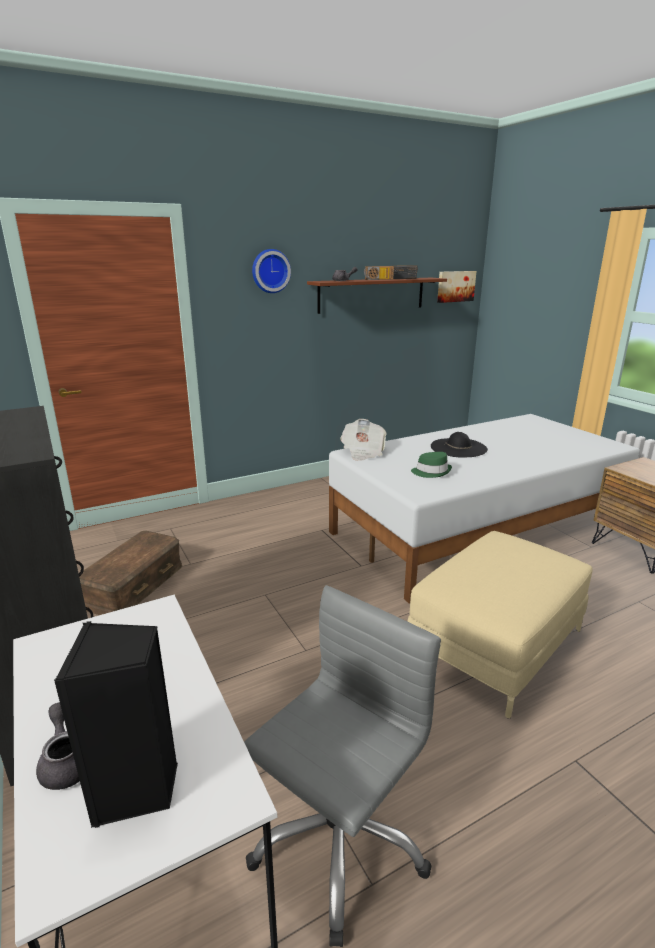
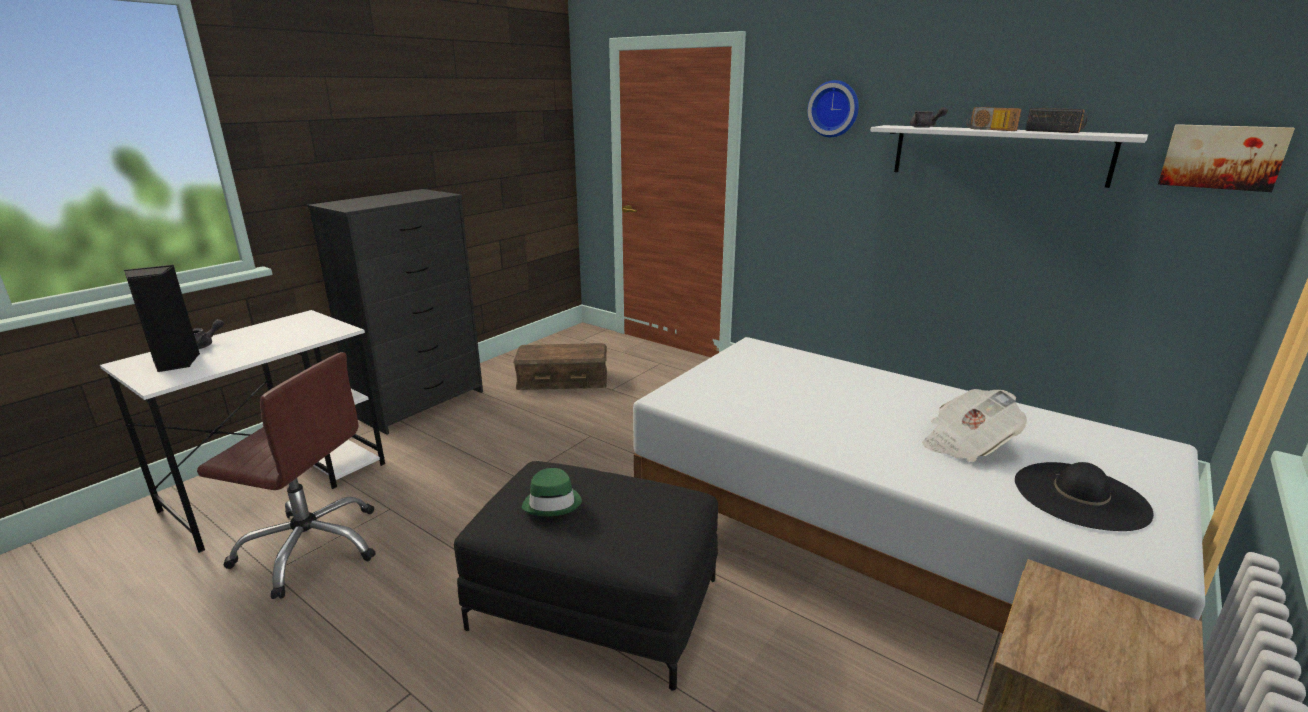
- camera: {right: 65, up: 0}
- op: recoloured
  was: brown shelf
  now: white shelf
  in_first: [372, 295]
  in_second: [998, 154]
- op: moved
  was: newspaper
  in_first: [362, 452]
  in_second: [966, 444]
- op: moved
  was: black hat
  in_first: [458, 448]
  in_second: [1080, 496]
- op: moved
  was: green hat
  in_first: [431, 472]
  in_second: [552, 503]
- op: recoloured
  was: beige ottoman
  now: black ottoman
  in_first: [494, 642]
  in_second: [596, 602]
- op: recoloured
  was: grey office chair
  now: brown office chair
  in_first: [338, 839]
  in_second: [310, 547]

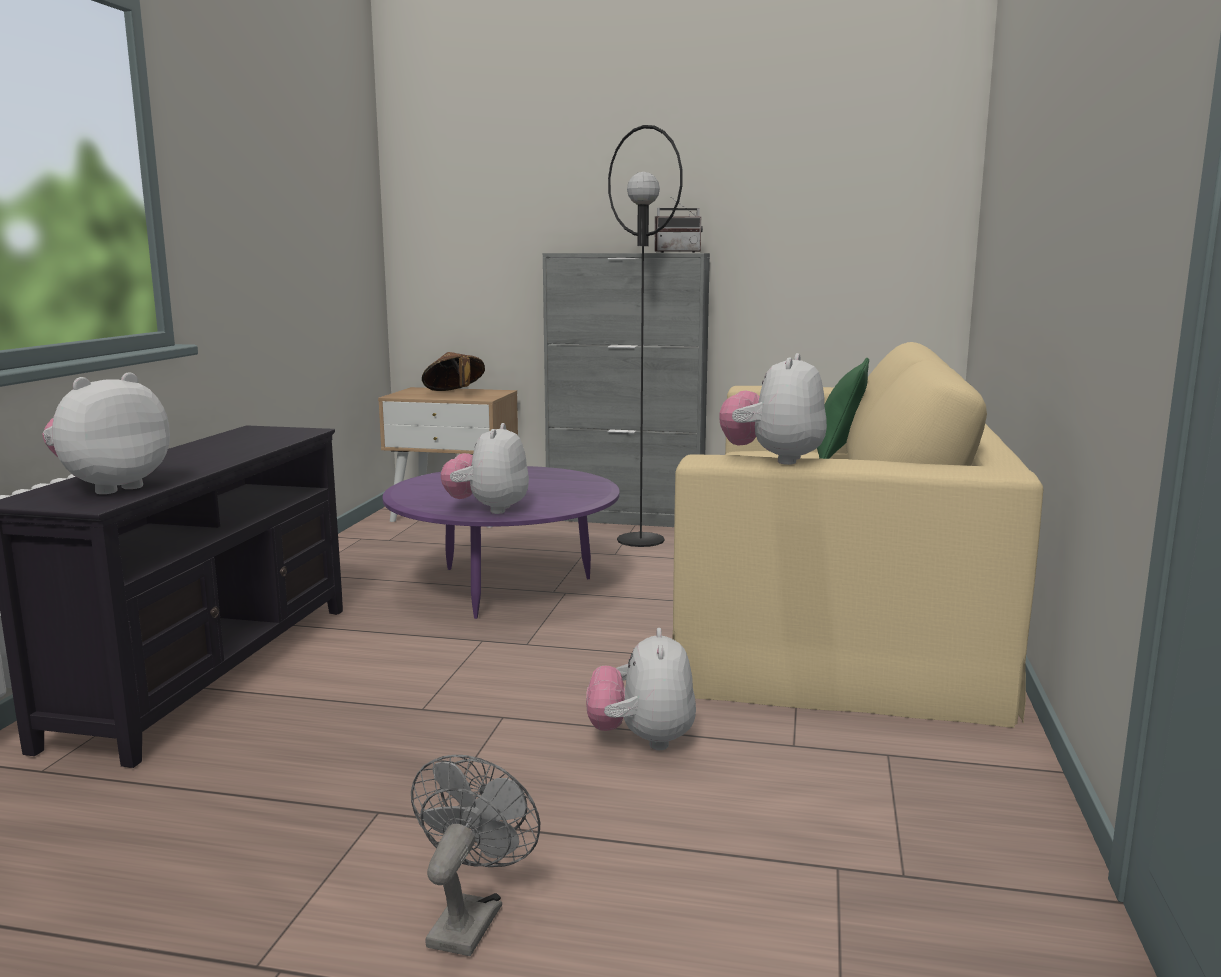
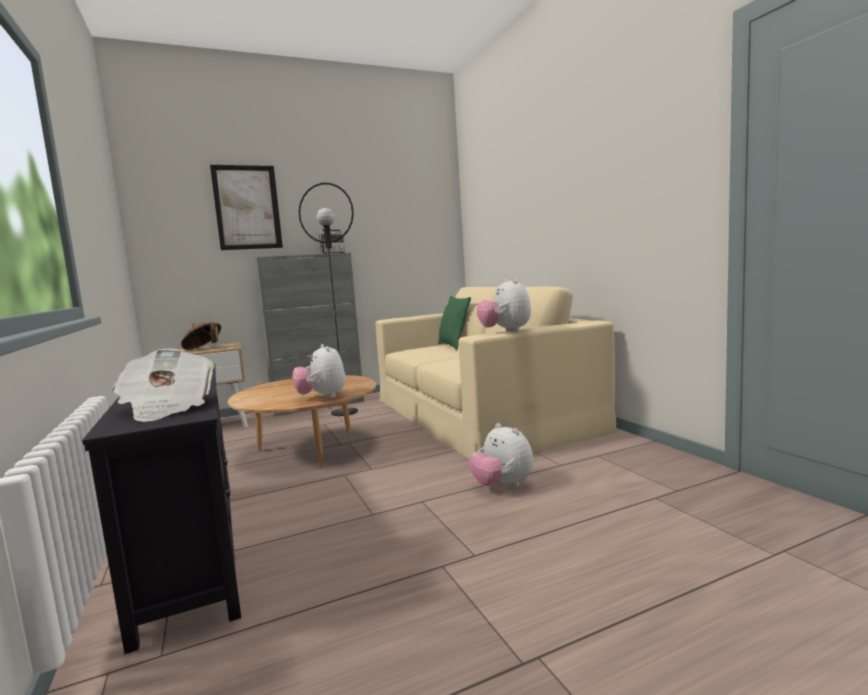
- camera: {right: -35, up: -5}
- op: replaced
  was: plush toy
  now: newspaper
  in_first: [111, 487]
  in_second: [167, 408]
- op: recoloured
  was: purple coffee table
  now: brown coffee table
  in_first: [505, 587]
  in_second: [310, 449]
- op: removed
  was: grey fan
  in_first: [469, 918]
- op: added
  now: picture
  in_second: [247, 207]

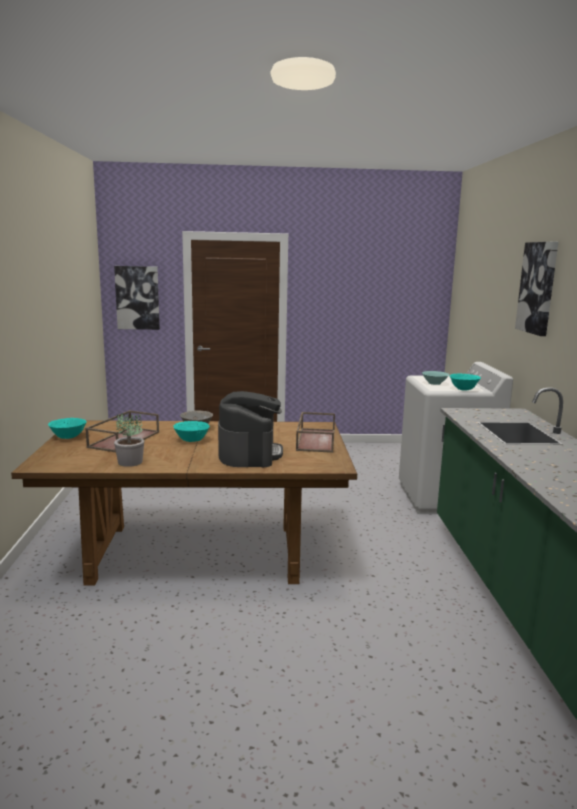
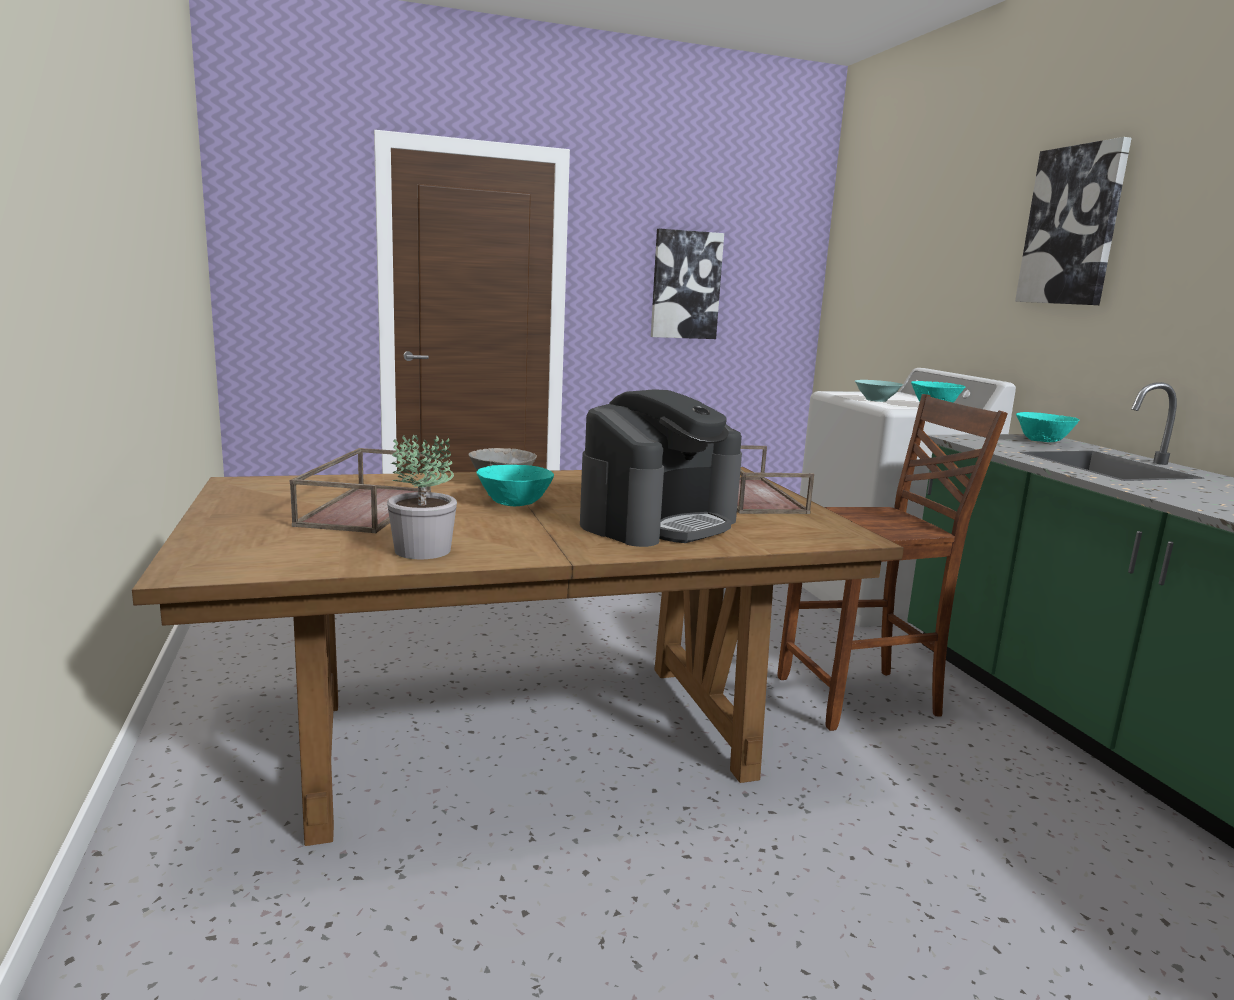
- camera: {right: -15, up: 0}
- op: moved
  was: picture
  in_first: [137, 297]
  in_second: [685, 285]
- op: turned
  was: coffee machine
  in_first: [249, 453]
  in_second: [659, 522]
  clockwise: 60
- op: moved
  was: turquoise bowl
  in_first: [68, 437]
  in_second: [1042, 441]
- op: added
  now: brown chair
  in_second: [862, 698]

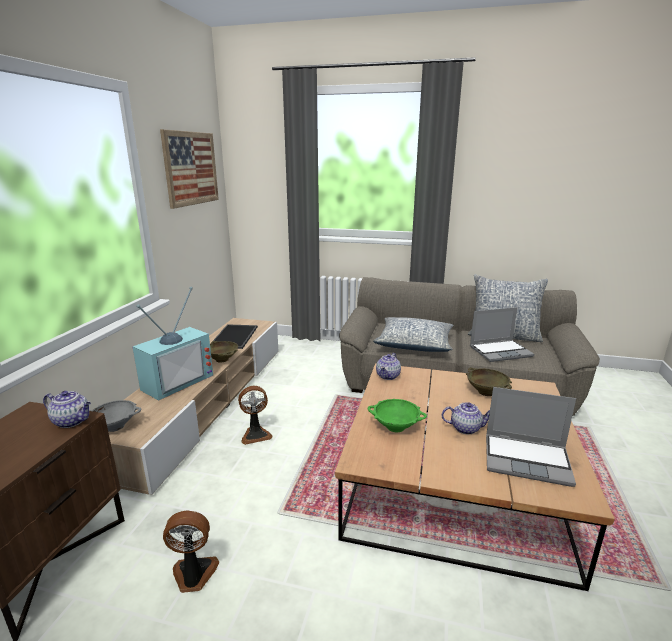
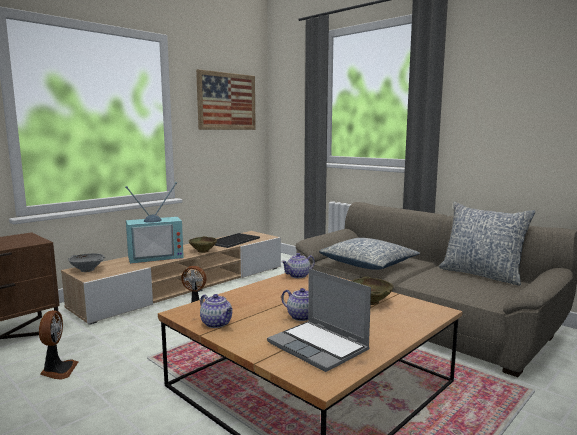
- camera: {right: 30, up: -10}
- op: removed
  was: laptop
  in_first: [500, 351]
- op: moved
  was: teapot
  in_first: [72, 421]
  in_second: [217, 324]
- op: removed
  was: green bowl
  in_first: [396, 427]
- op: turned
  was: fan
  in_first: [194, 575]
  in_second: [58, 370]
  clockwise: 60

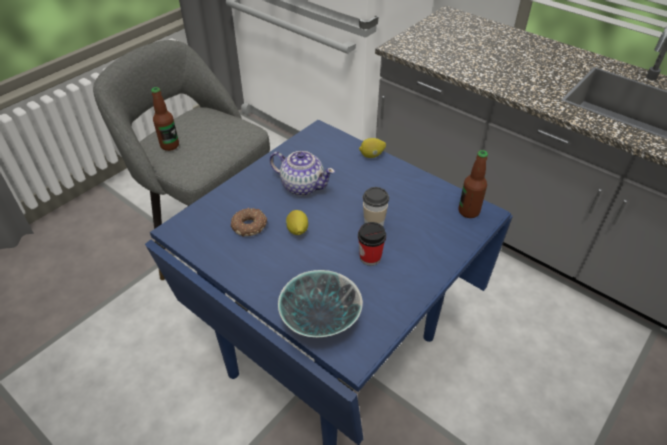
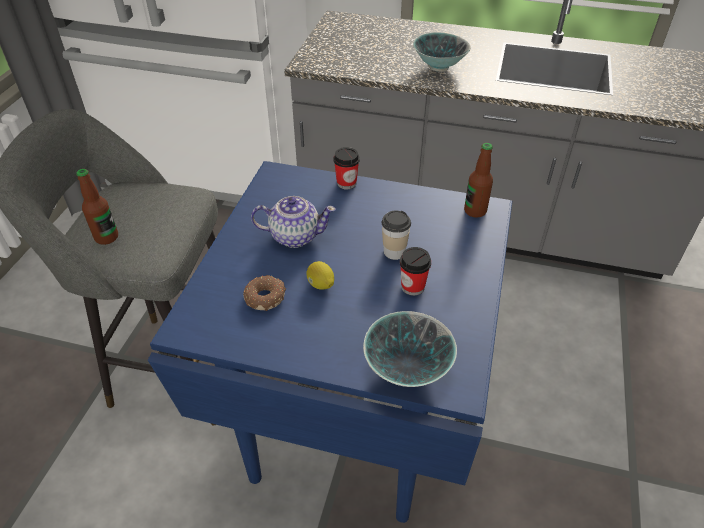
- camera: {right: -25, up: 0}
- op: replaced
  was: lemon
  now: cup
  in_first: [371, 155]
  in_second: [346, 183]
- op: added
  now: bowl
  in_second: [438, 67]

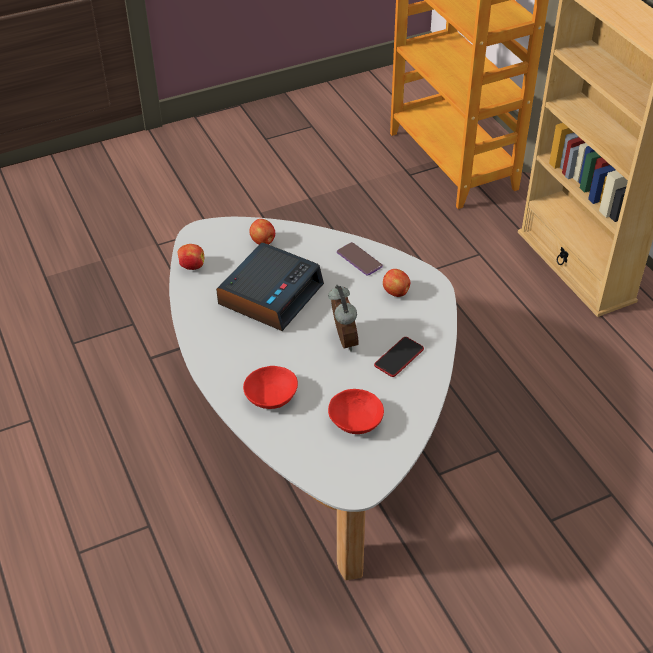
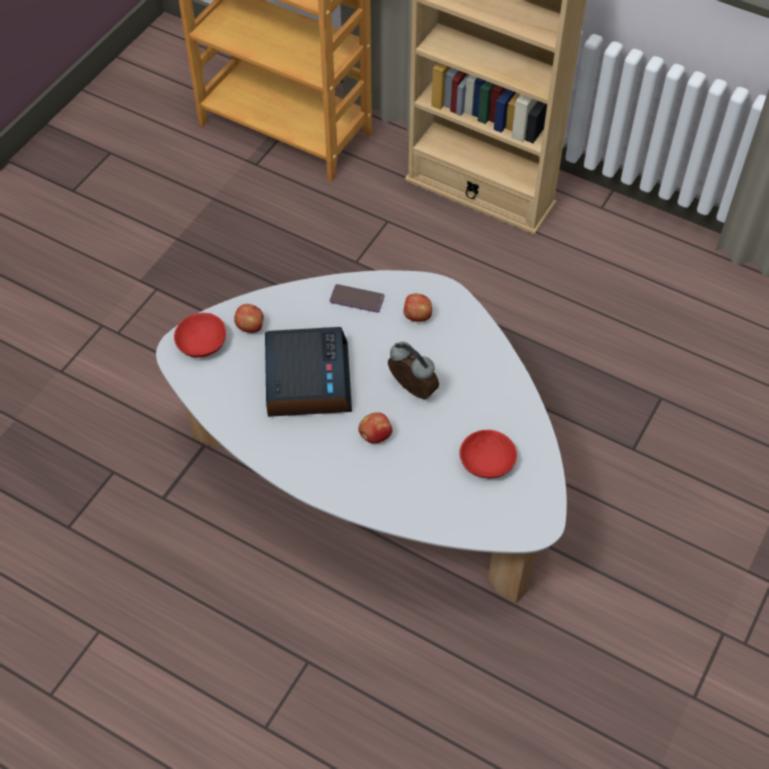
- camera: {right: -35, up: 10}
- op: moved
  was: apple
  in_first: [191, 266]
  in_second: [374, 436]
- op: removed
  was: phone
  in_first: [399, 357]
- op: moved
  was: red bowl
  in_first: [271, 395]
  in_second: [201, 342]

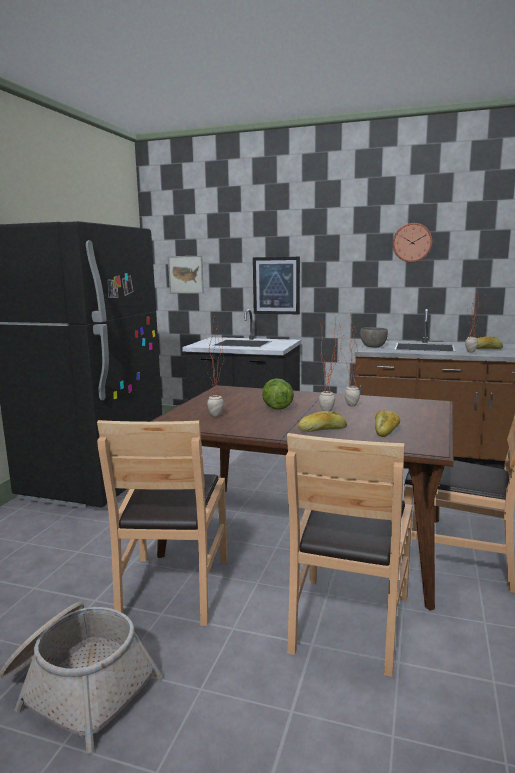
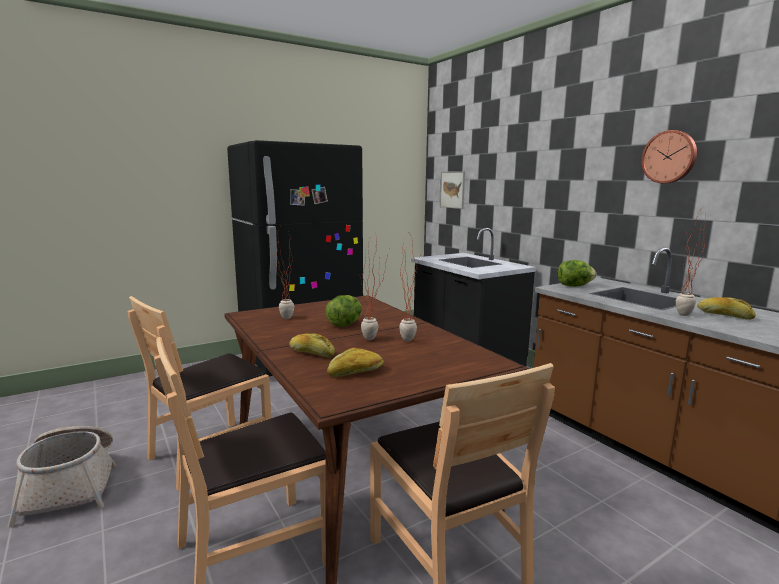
- camera: {right: 40, up: 0}
- op: removed
  was: picture
  in_first: [276, 285]
- op: replaced
  was: grey bowl
  now: lettuce
  in_first: [373, 347]
  in_second: [574, 286]

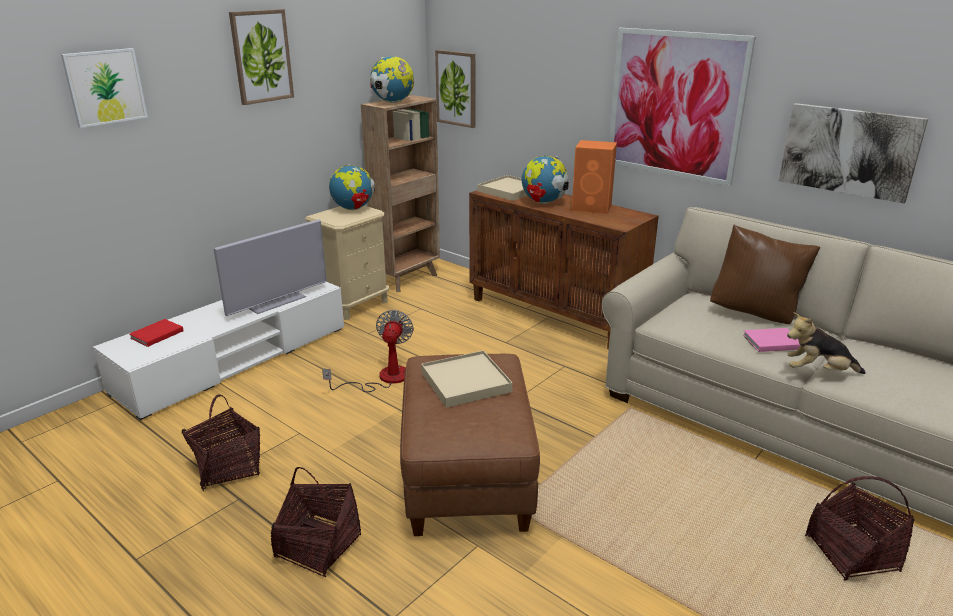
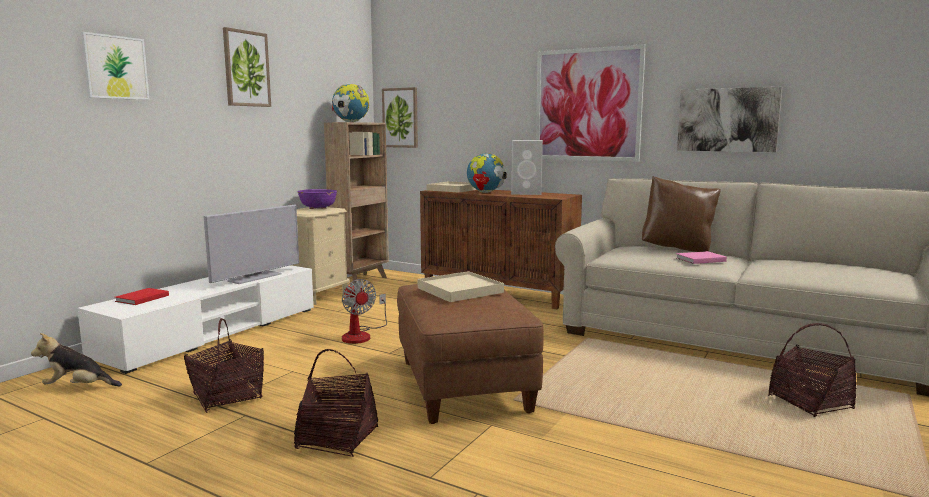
- camera: {right: -10, up: -15}
- op: recoloured
  was: orange speaker
  now: white speaker
  in_first: [592, 207]
  in_second: [527, 193]
- op: replaced
  was: globe
  now: purple bowl
  in_first: [353, 209]
  in_second: [318, 208]
- op: turned
  was: fan
  in_first: [383, 378]
  in_second: [361, 335]
  clockwise: 150
- op: moved
  was: plush toy
  in_first: [818, 371]
  in_second: [78, 387]

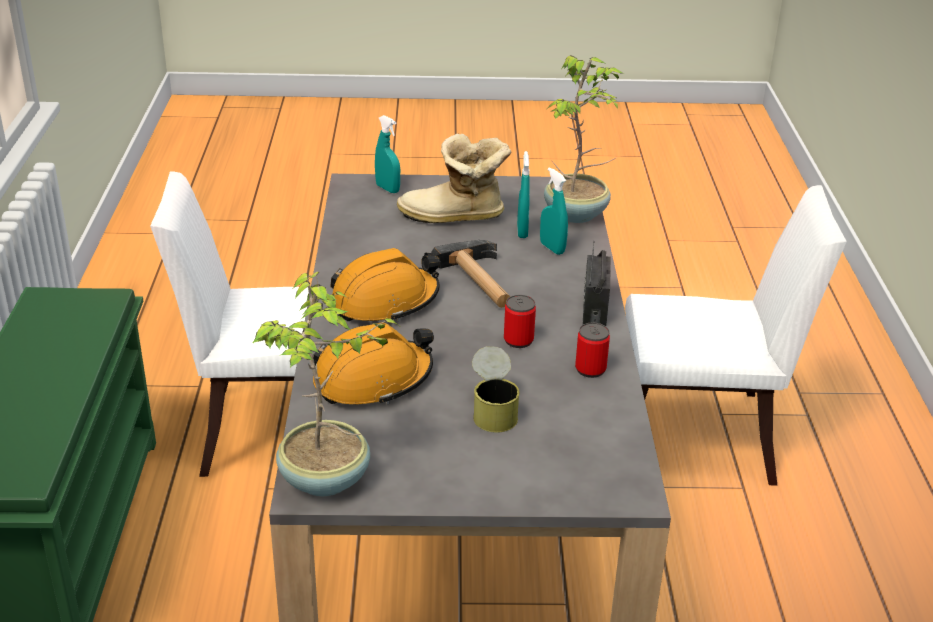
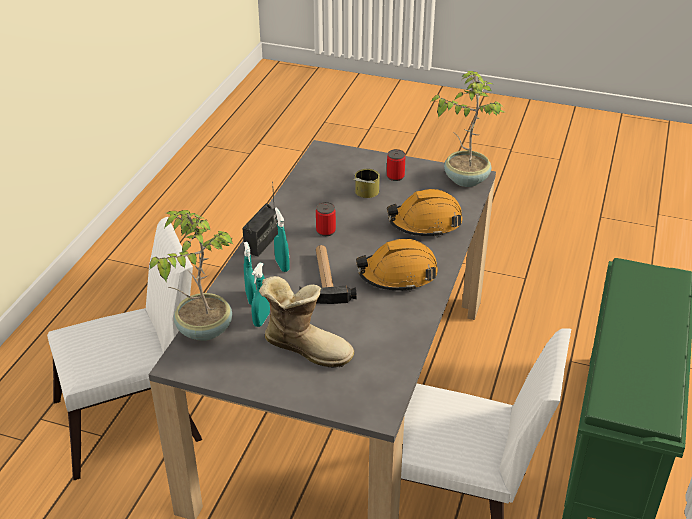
- camera: {right: -160, up: 5}
- op: moved
  was: turquoise spray bottle
  in_first: [387, 189]
  in_second: [282, 265]
- op: turned
  was: white chair
  in_first: [699, 438]
  in_second: [138, 418]
  clockwise: 135
- op: moved
  was: can
  in_first: [590, 369]
  in_second: [395, 176]

